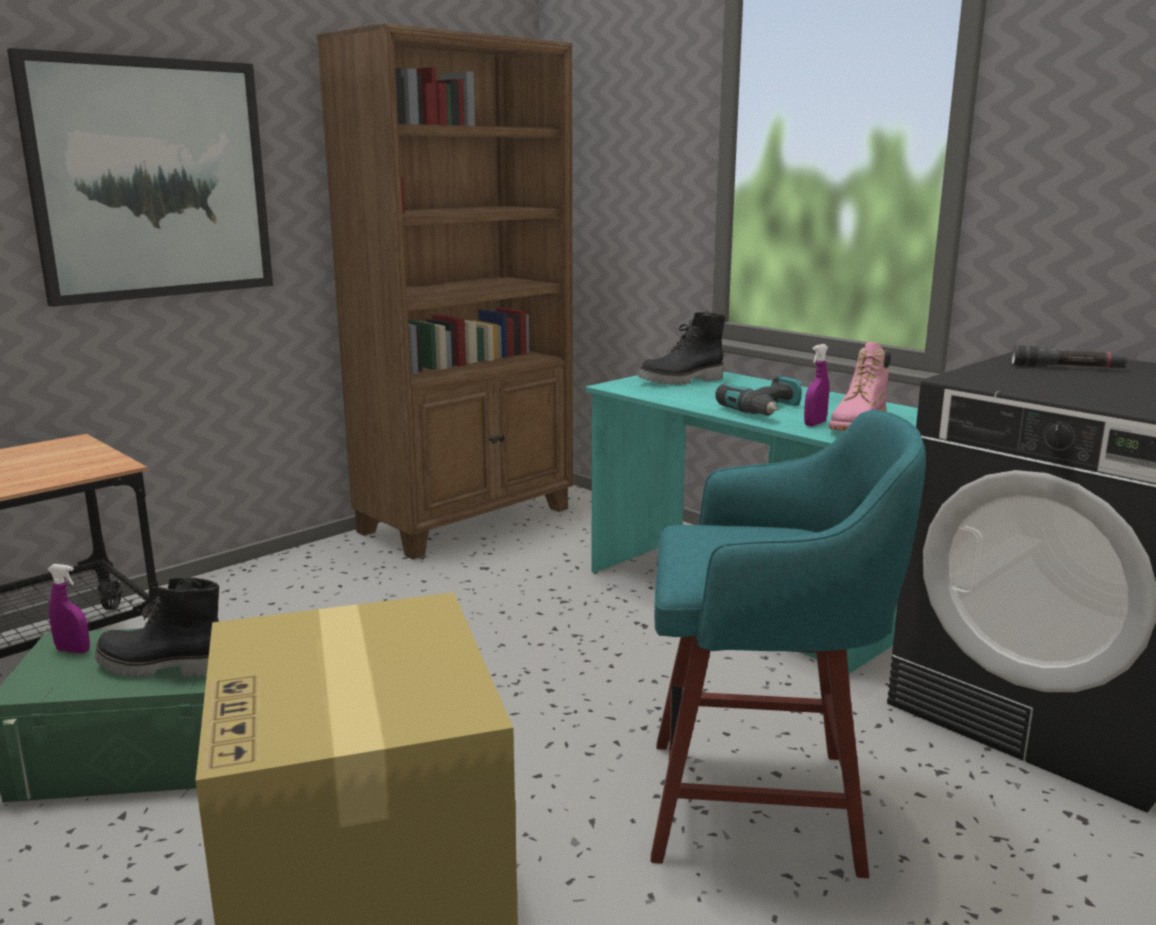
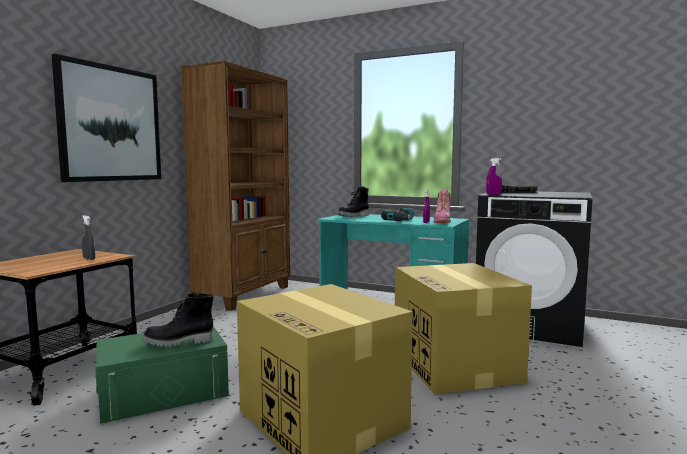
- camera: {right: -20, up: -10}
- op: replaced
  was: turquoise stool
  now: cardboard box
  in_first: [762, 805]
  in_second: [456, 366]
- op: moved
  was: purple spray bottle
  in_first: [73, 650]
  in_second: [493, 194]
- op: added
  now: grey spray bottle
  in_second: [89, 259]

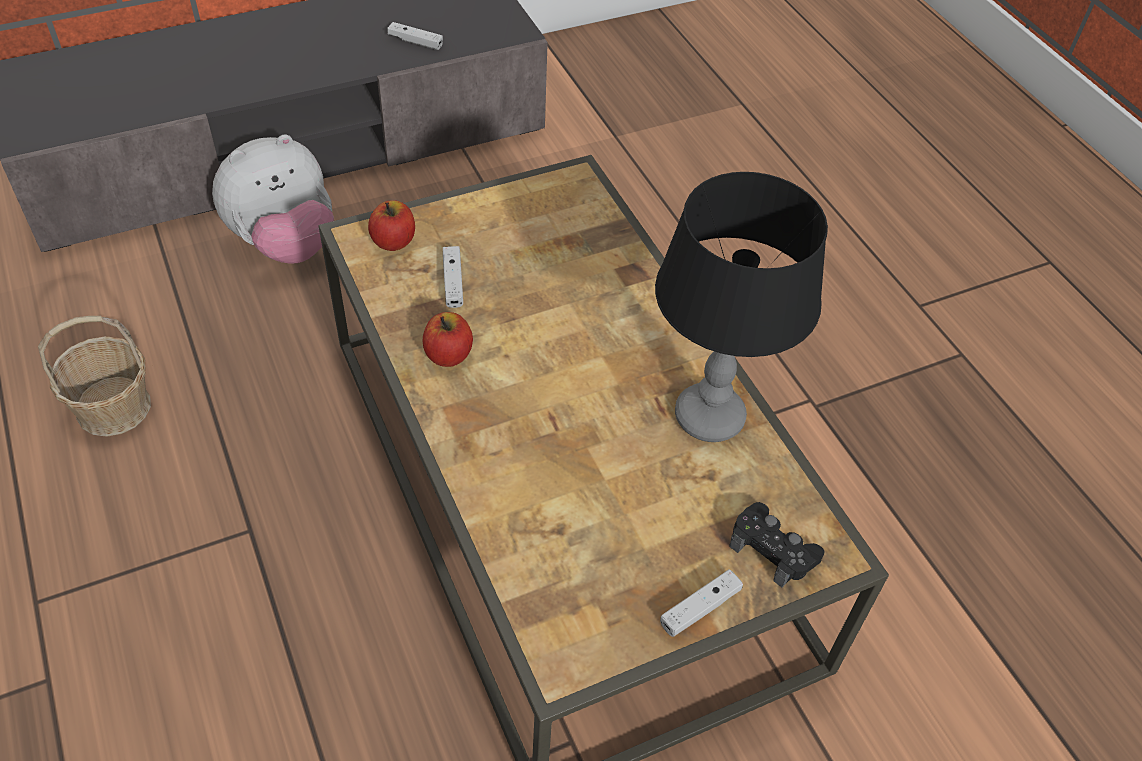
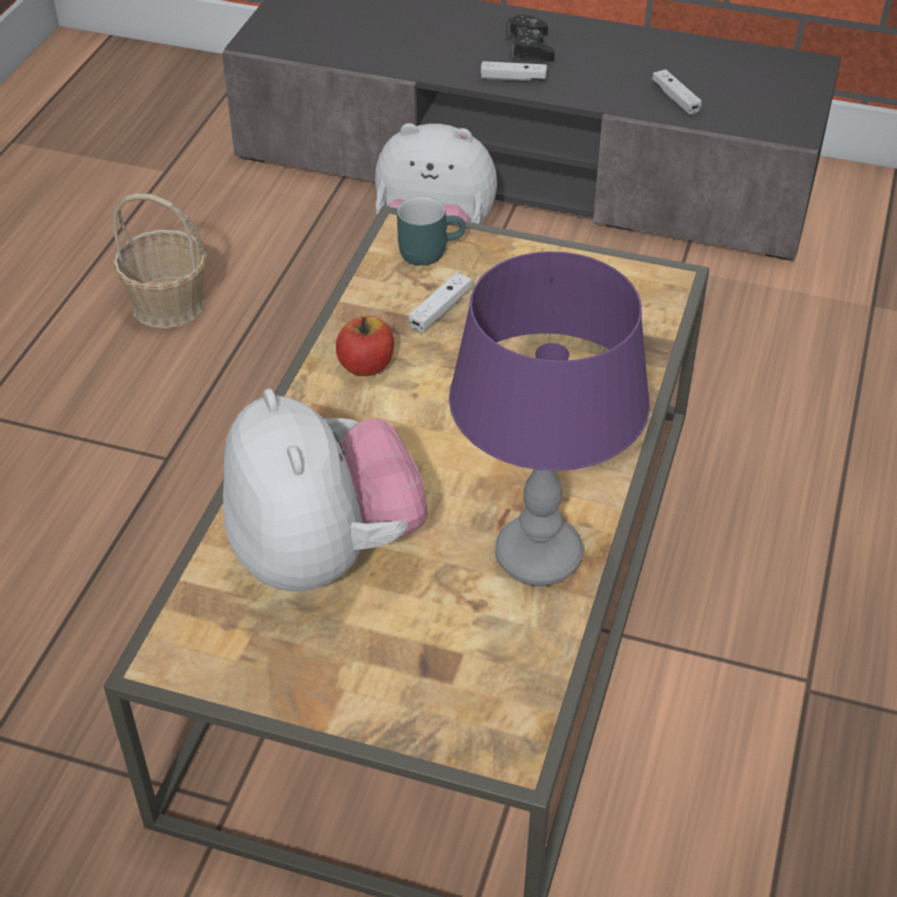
- camera: {right: 45, up: -5}
- op: recoloured
  was: black table lamp
  now: purple table lamp
  in_first: [709, 418]
  in_second: [538, 557]
- op: replaced
  was: apple
  now: turquoise mug
  in_first: [393, 241]
  in_second: [429, 250]
- op: moved
  was: black game controller
  in_first: [773, 549]
  in_second: [529, 47]
- op: moved
  was: white game controller
  in_first: [700, 608]
  in_second: [513, 78]
- op: added
  now: plush toy
  in_second: [324, 554]

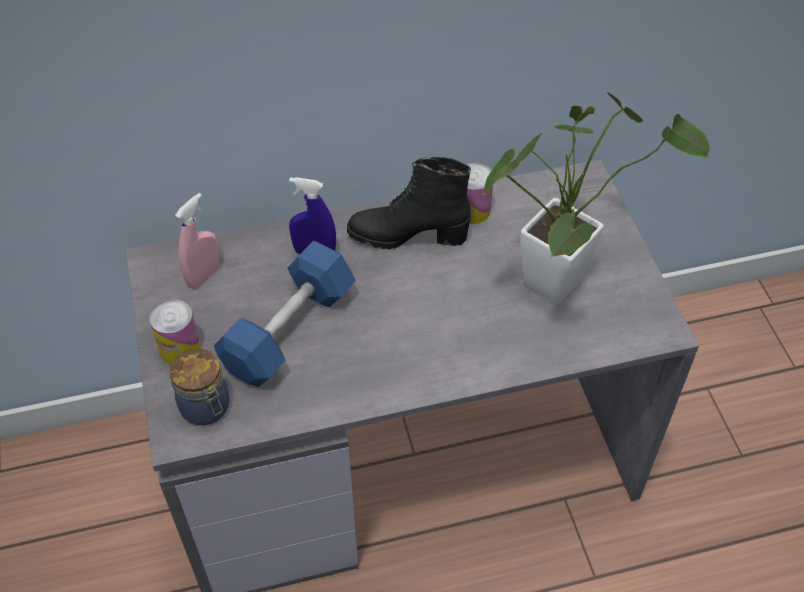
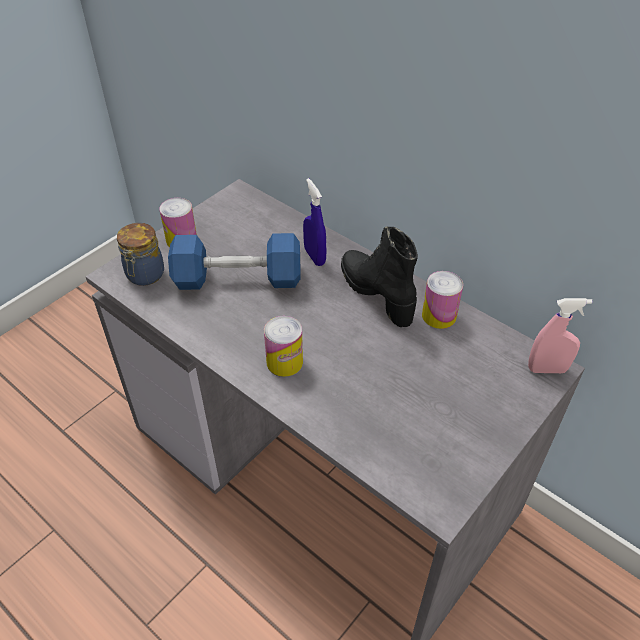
- camera: {right: 55, up: -5}
- op: removed
  was: potted plant
  in_first: [560, 275]
- op: moved
  was: pink spray bottle
  in_first: [204, 275]
  in_second: [547, 369]
- op: added
  now: can
  in_second: [284, 362]

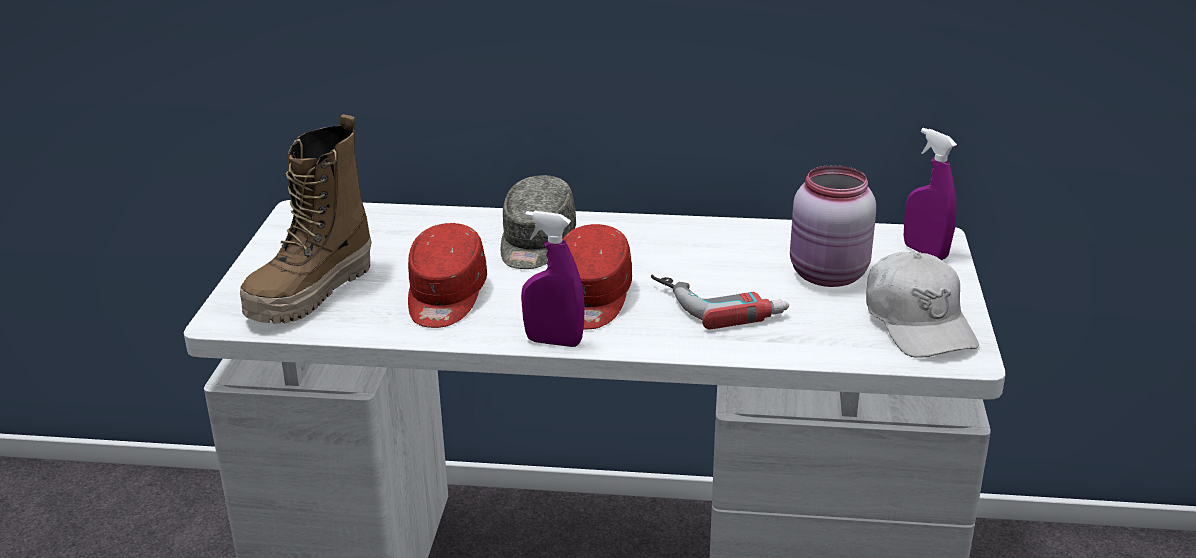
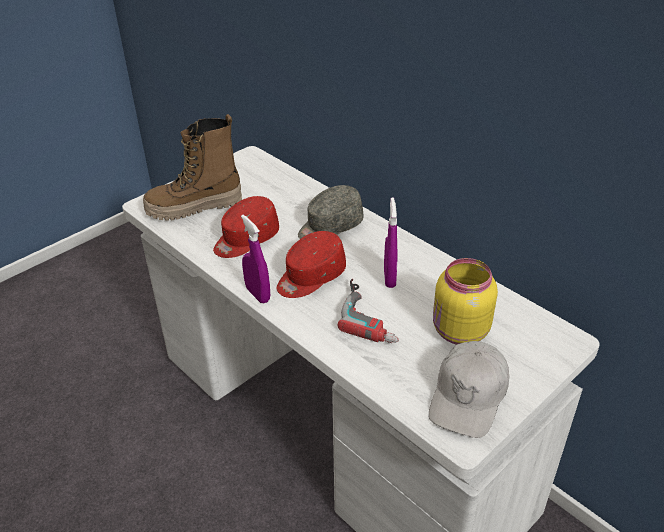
- camera: {right: 40, up: 10}
- op: moved
  was: purple spray bottle
  in_first: [925, 252]
  in_second: [389, 278]
- op: recoloured
  was: pink jar
  now: yellow jar
  in_first: [827, 276]
  in_second: [459, 332]

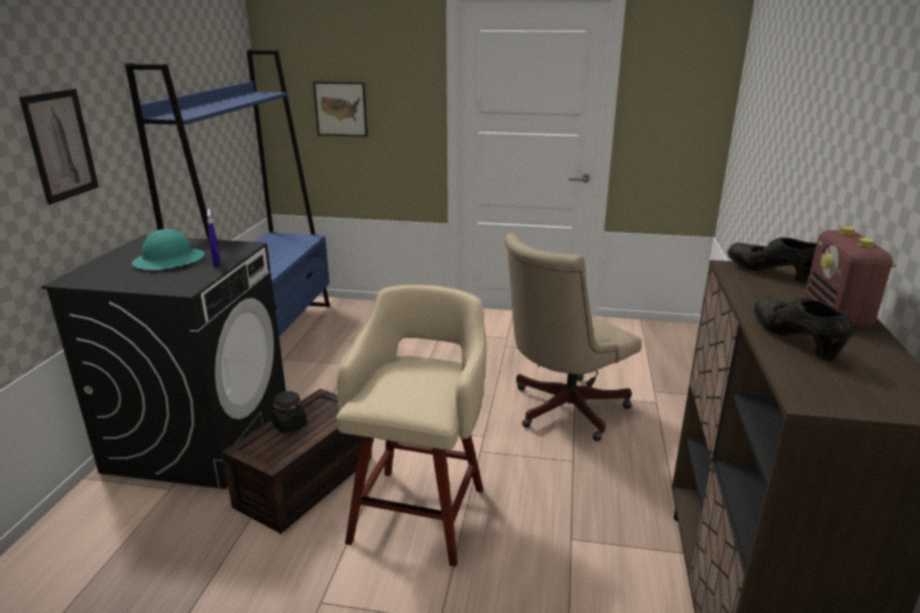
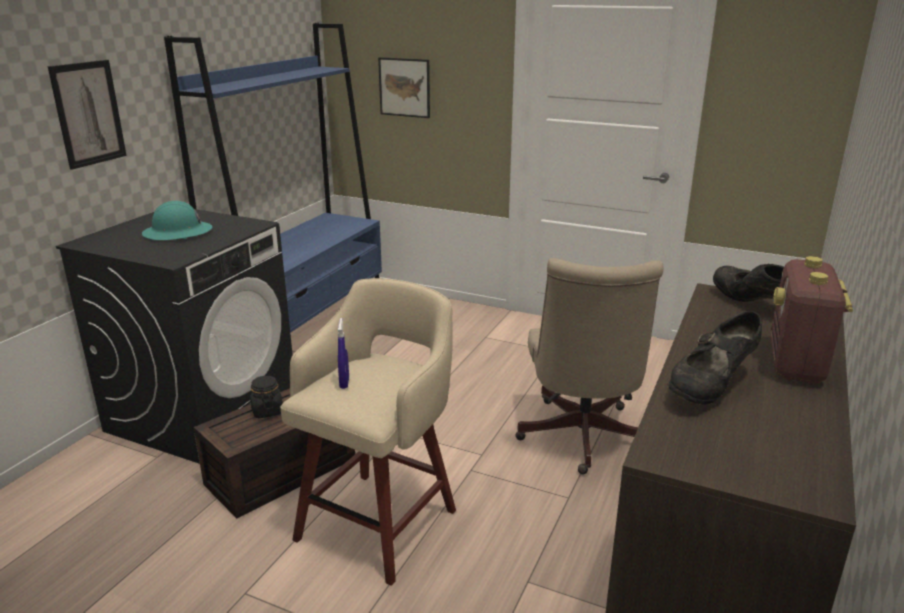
- camera: {right: 15, up: 0}
- op: moved
  was: blue spray bottle
  in_first: [217, 263]
  in_second: [344, 383]
- op: turned
  was: beige office chair
  in_first: [562, 410]
  in_second: [581, 439]
  clockwise: -60
- op: turned
  was: black shoe
  in_first: [795, 342]
  in_second: [710, 388]
  clockwise: -135

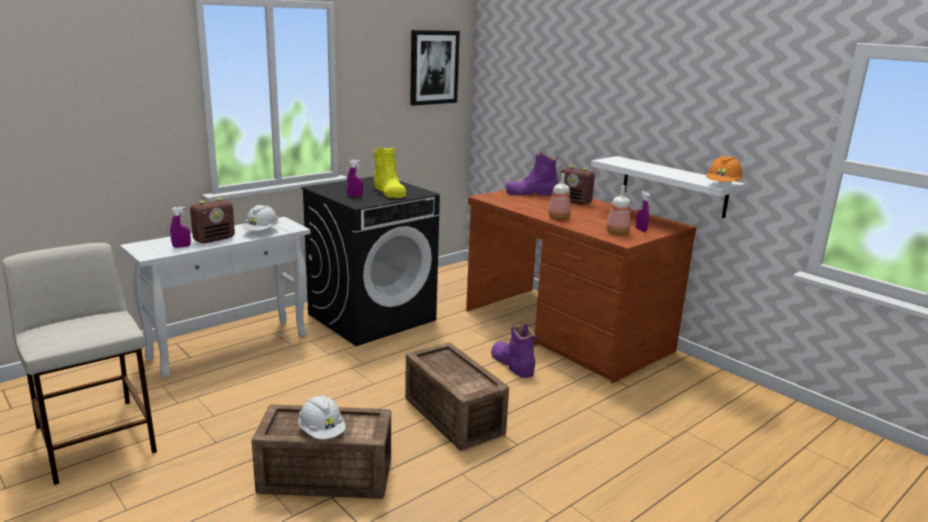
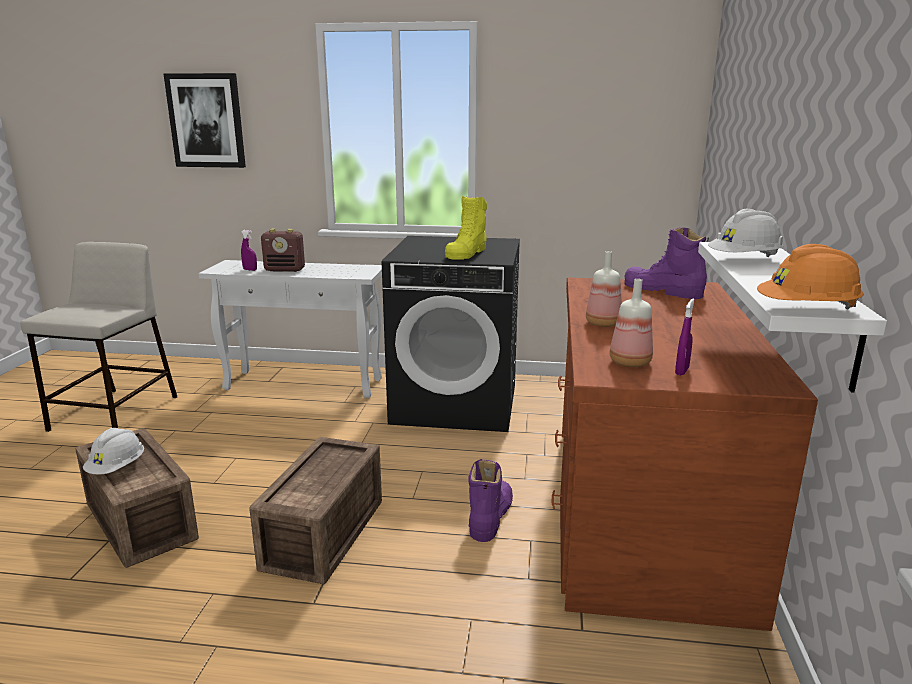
- camera: {right: 50, up: 0}
- op: moved
  was: picture
  in_first: [433, 67]
  in_second: [206, 121]
- op: removed
  was: purple spray bottle
  in_first: [355, 196]
- op: removed
  was: radio
  in_first: [575, 201]
- op: moved
  was: white hard hat
  in_first: [261, 232]
  in_second: [744, 260]

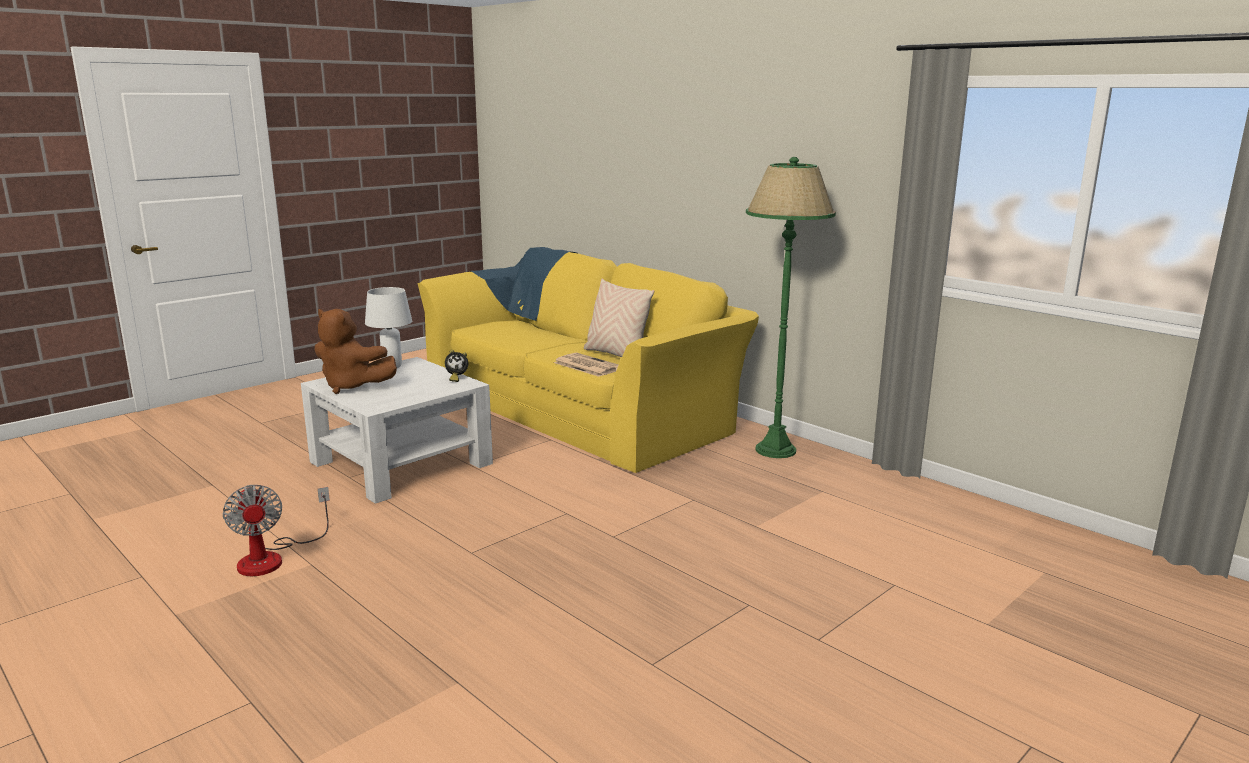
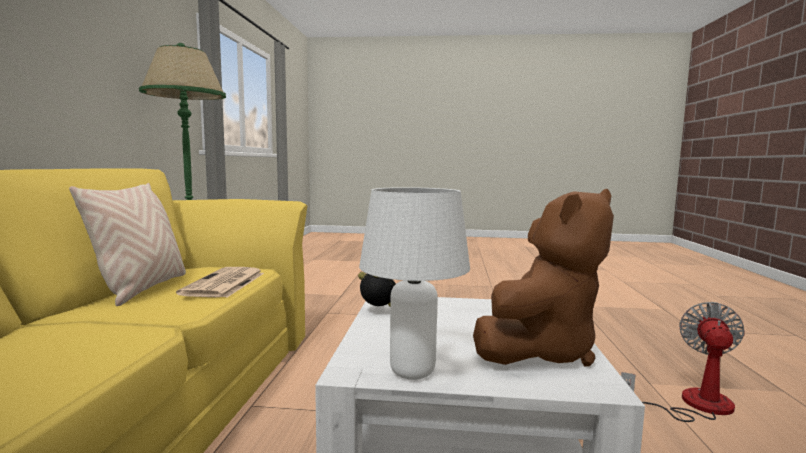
- camera: {right: -130, up: -10}
- op: turned
  was: brown plush toy
  in_first: [352, 386]
  in_second: [540, 351]
  clockwise: 60

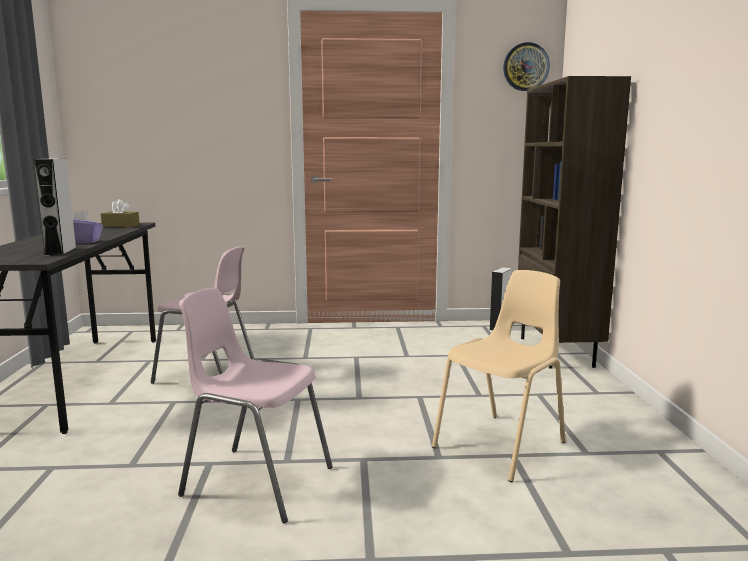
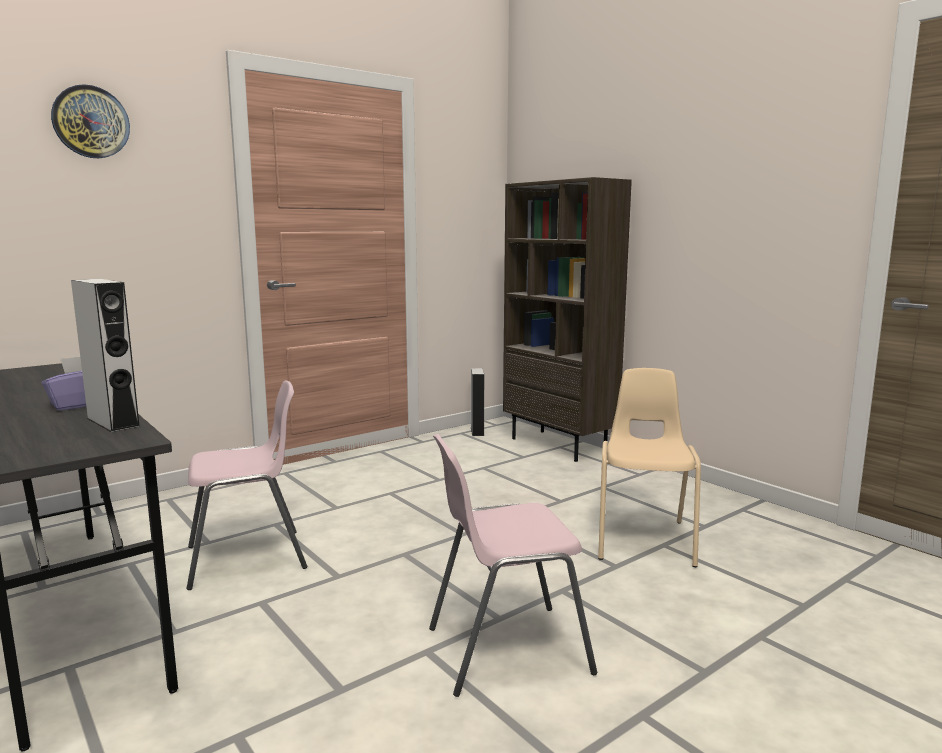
- camera: {right: -35, up: 0}
- op: moved
  was: wall clock
  in_first: [525, 67]
  in_second: [91, 122]
- op: removed
  was: brown tissue box
  in_first: [120, 226]

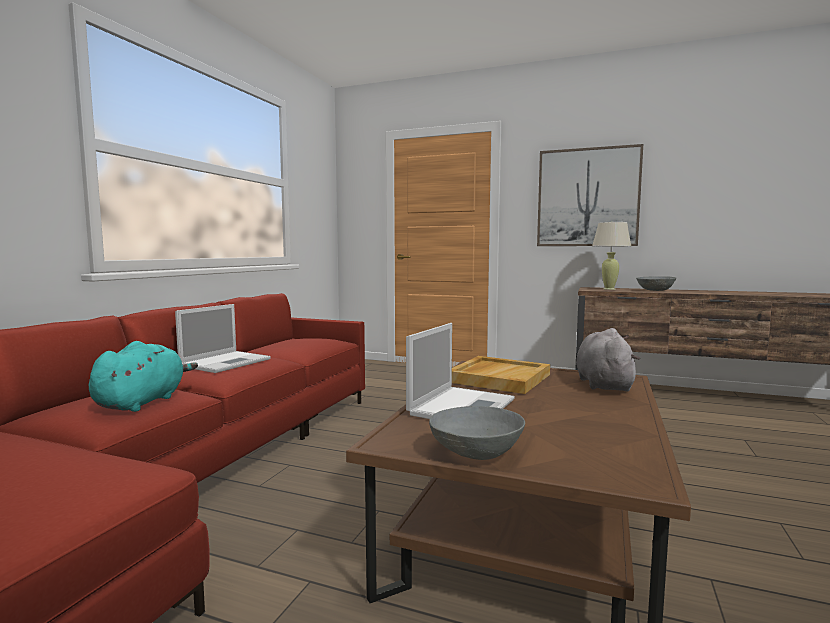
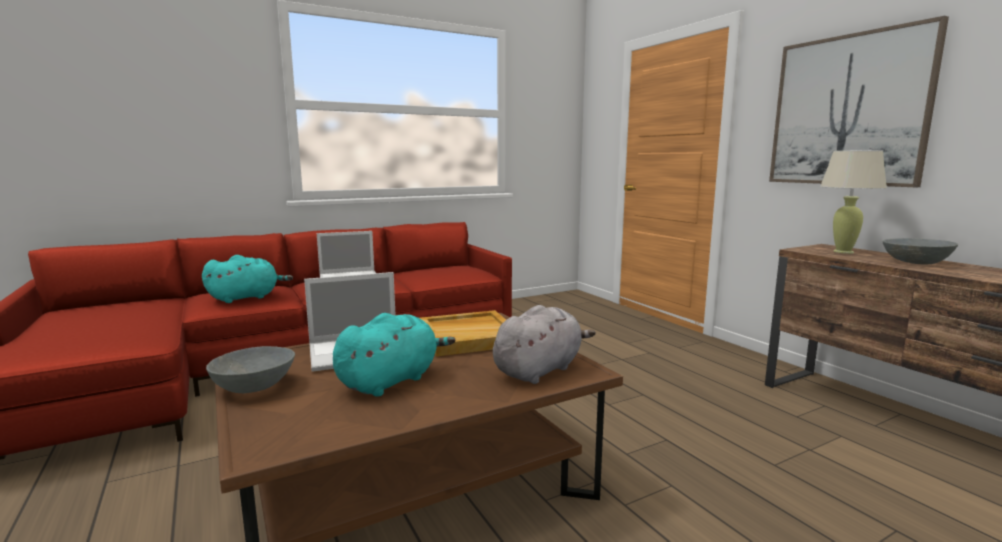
- camera: {right: 40, up: 5}
- op: added
  now: turquoise plush toy
  in_second: [391, 380]

